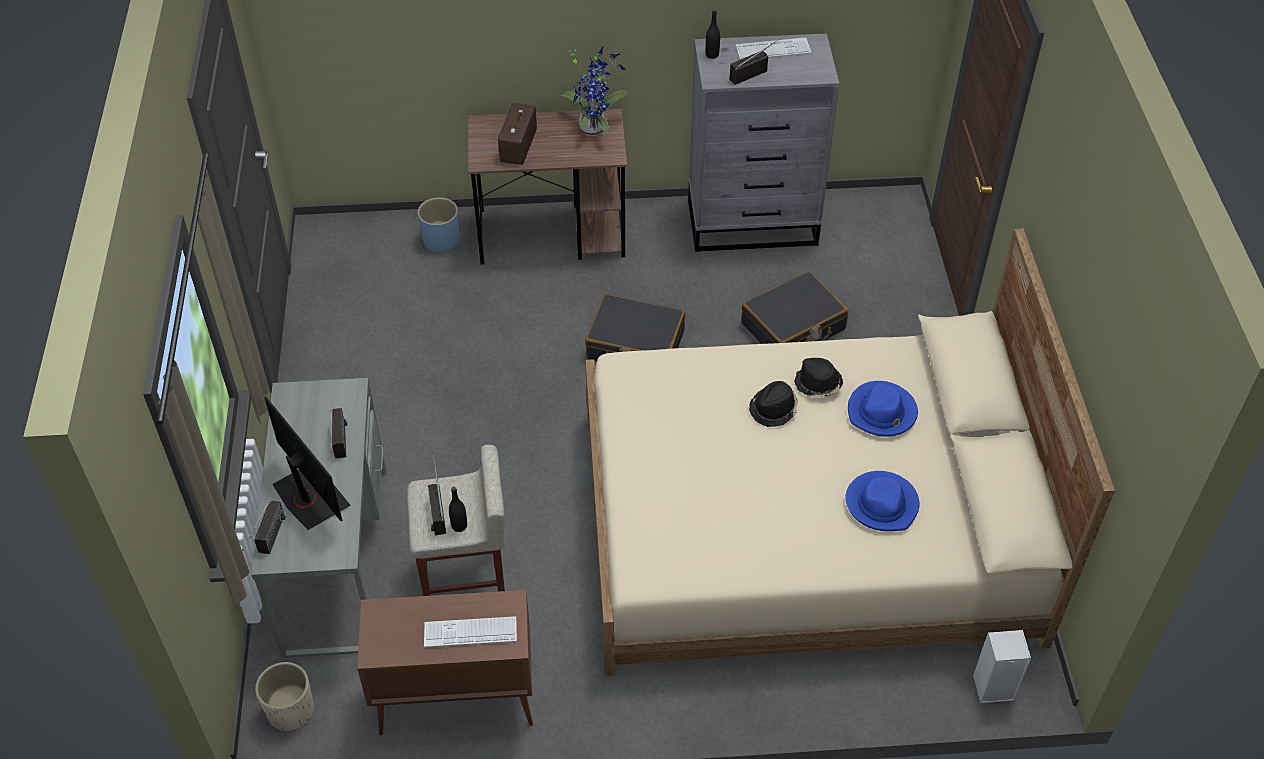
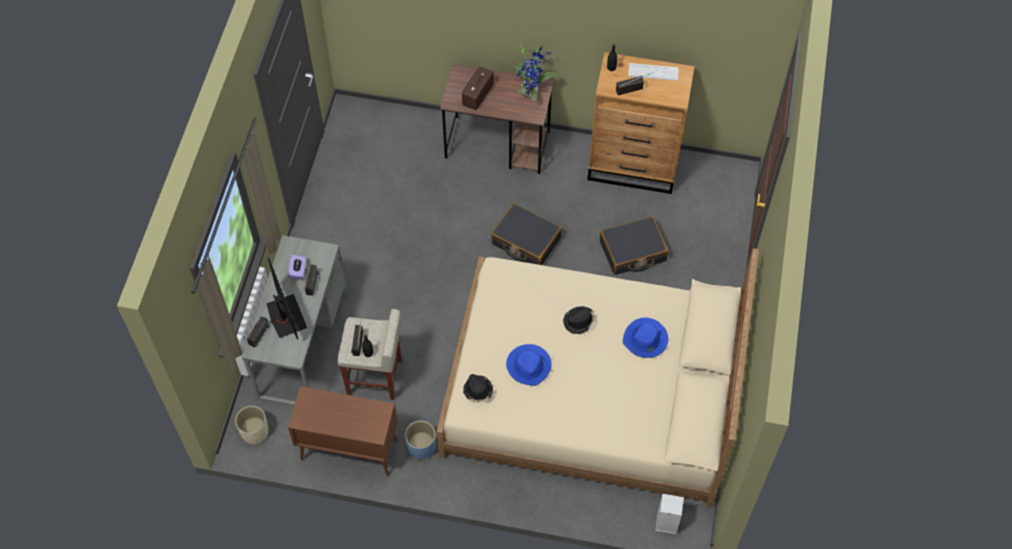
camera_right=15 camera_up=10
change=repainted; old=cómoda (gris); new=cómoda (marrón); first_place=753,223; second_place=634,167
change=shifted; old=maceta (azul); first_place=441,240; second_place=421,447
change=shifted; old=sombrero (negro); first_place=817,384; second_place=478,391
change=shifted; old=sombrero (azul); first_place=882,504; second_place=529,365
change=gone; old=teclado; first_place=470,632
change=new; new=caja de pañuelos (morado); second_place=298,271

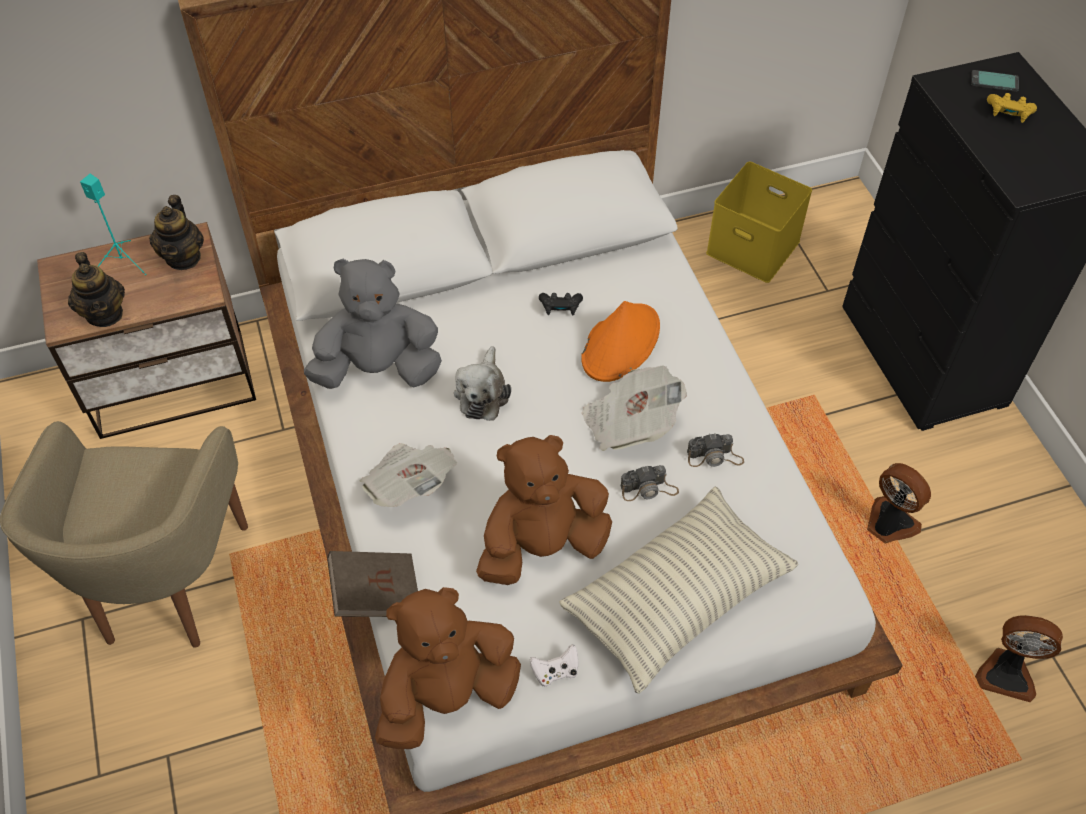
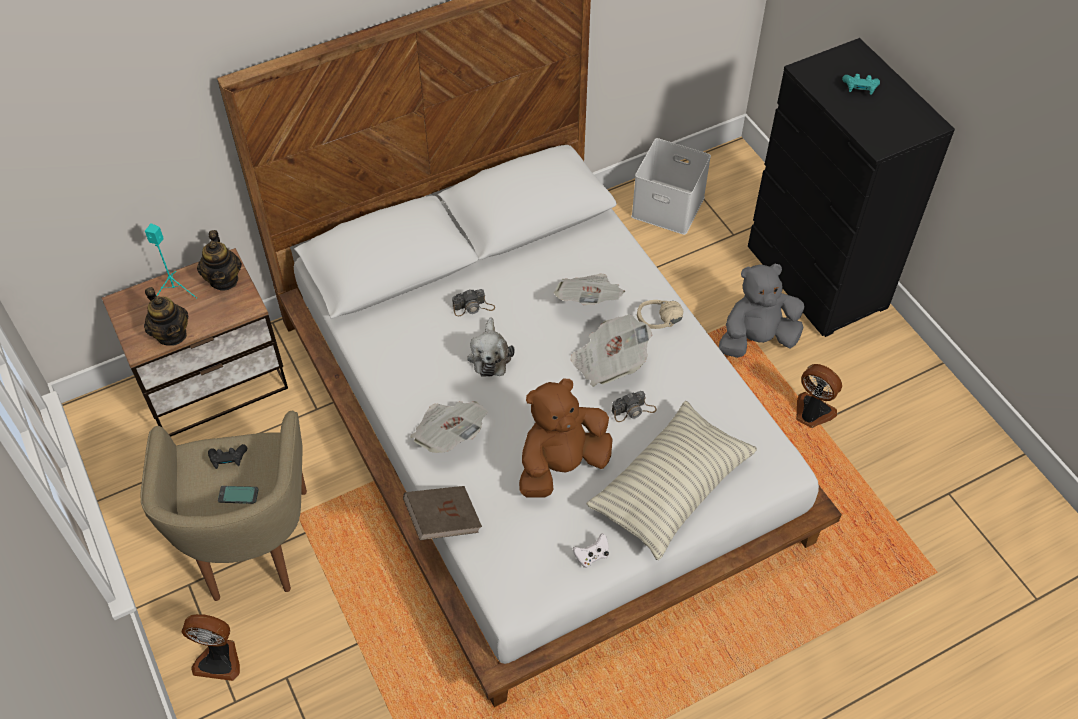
camera_right=-10 camera_up=0
change=shifted; old=móvil; first_place=994,82; second_place=238,495
change=repainted; old=mando de consola (amarillo); new=mando de consola (turquesa); first_place=1008,114; second_place=860,88
change=repainted; old=caja de almacenaje (amarillo); new=caja de almacenaje (blanco); first_place=755,247; second_place=669,206
change=shifted; old=peluche (gris); first_place=378,369; second_place=756,339
change=shifted; old=mando de consola (negro); first_place=560,308; second_place=228,459
change=swapped; old=sombrero (naranja); new=periódico; first_place=621,343; second_place=589,301
change=shifted; old=cámara; first_place=714,457; second_place=473,307
change=gone; old=peluche (marrón); first_place=447,695
change=shifted; old=ventilador; first_place=1006,673; second_place=219,658
change=new; new=auriculares (beis); second_place=660,325

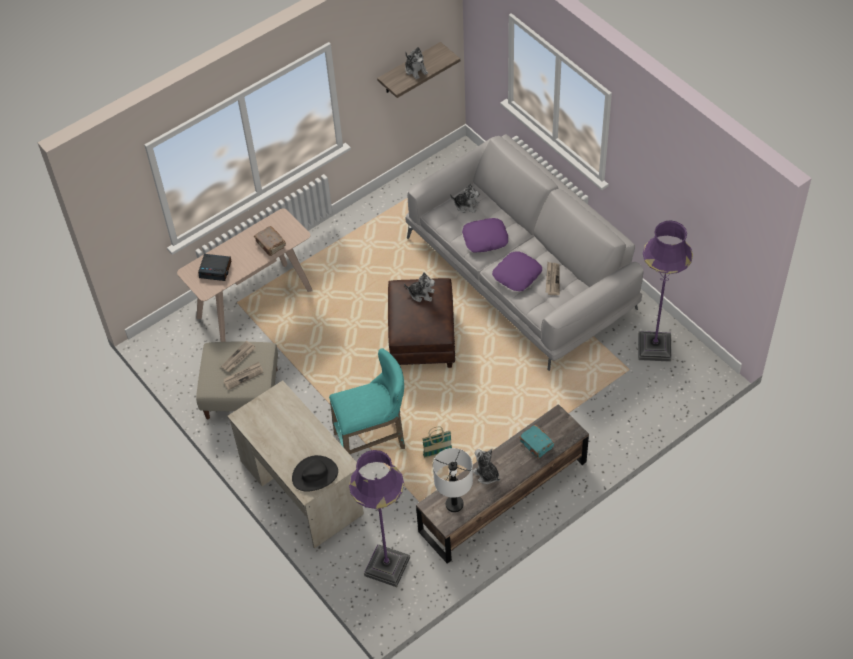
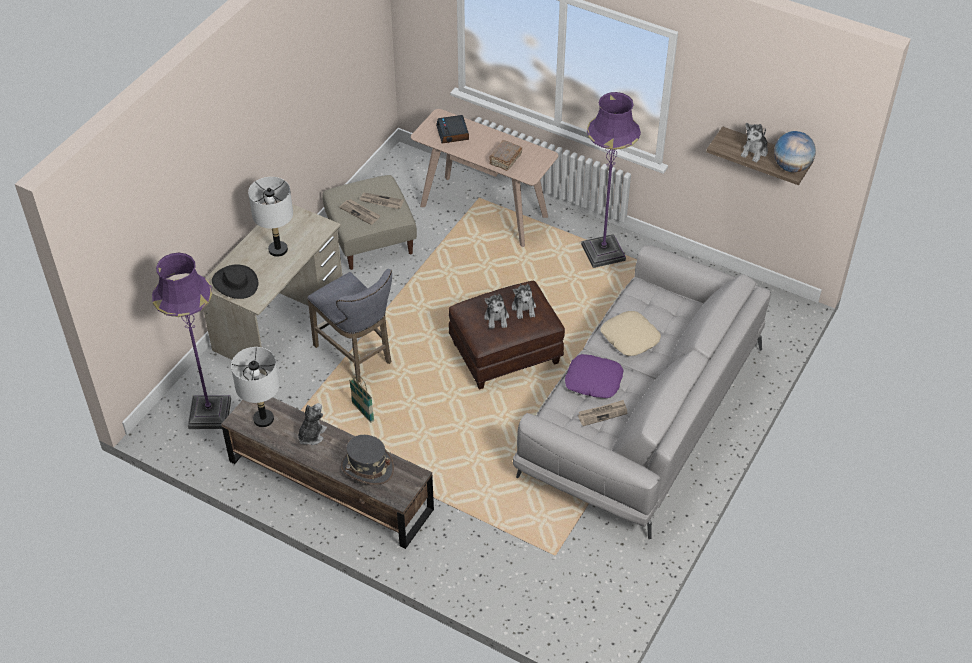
camera_right=65 camera_up=-5
change=shifted; old=peluche; first_place=466,205; second_place=497,318
change=repainted; old=cojín (morado); new=cojín (beis); first_place=485,239; second_place=629,338
change=shifted; old=lámpara de pie (morado); first_place=654,347; second_place=603,253
change=repainted; old=taburete (turquesa); new=taburete (gris); first_place=374,441; second_place=356,356
change=swapped; old=libro (turquesa); new=sombrero (gris); first_place=536,445; second_place=367,468
change=new; new=globo terráqueo; second_place=791,167
change=new; new=lámpara de mesa (blanco); second_place=278,250

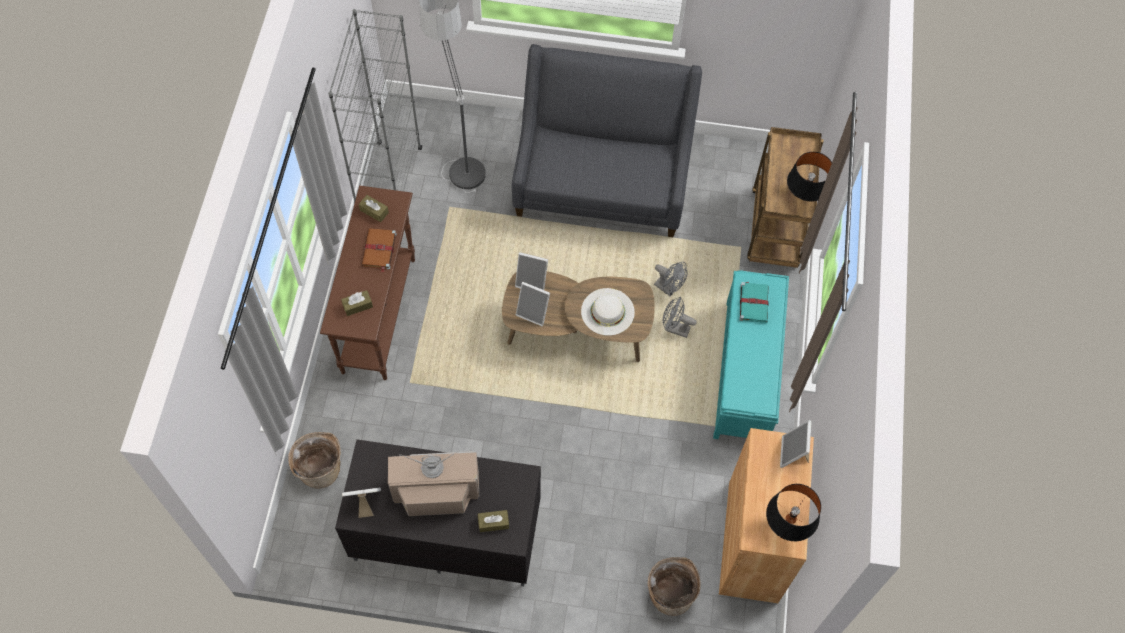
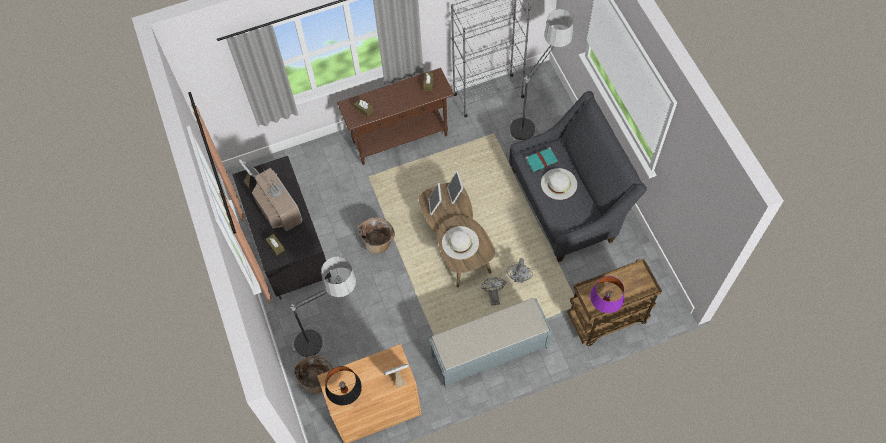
camera_right=65 camera_up=0
change=repainted; old=lámpara de mesa (negro); new=lámpara de mesa (morado); first_place=804,198; second_place=604,305
change=gone; old=libro (marrón); first_place=379,250
change=repainted; old=banco (turquesa); new=banco (gris); first_place=745,373; second_place=489,352
change=shifted; old=libro (turquesa); first_place=753,302; second_place=542,160
change=shifted; old=cesta; first_place=320,468; second_place=378,242
change=new; new=sombrero (blanco); second_place=559,184
change=new; new=lámpara de pie; second_place=330,336

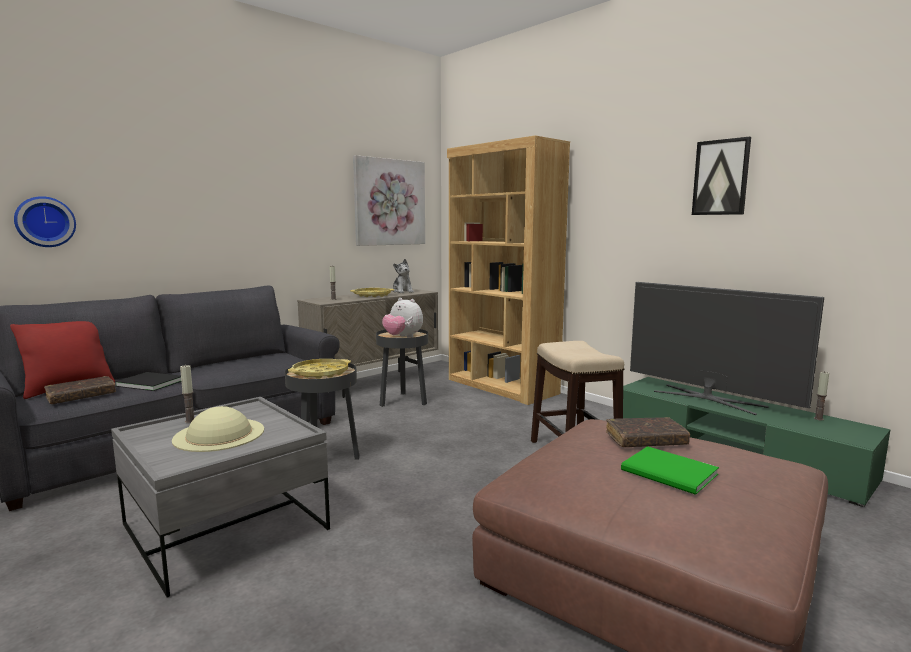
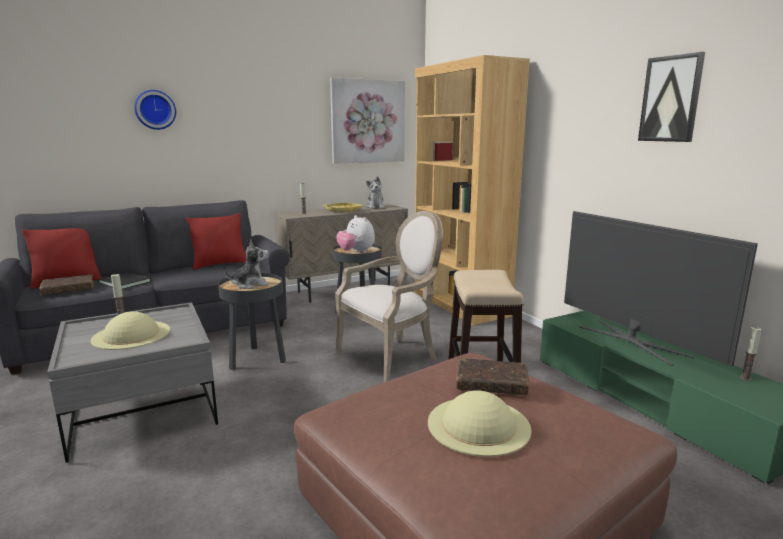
camera_right=15 camera_up=5
change=shifted; old=reloj de pared; first_place=45,222; second_place=155,110
change=swapped; old=bandeja (amarillo); new=peluche; first_place=320,373; second_place=250,285
change=swapped; old=libro (verde); new=sombrero (beis); first_place=670,473; second_place=478,425
change=new; new=sillón; second_place=392,357
change=new; new=cojín (rojo); second_place=220,264

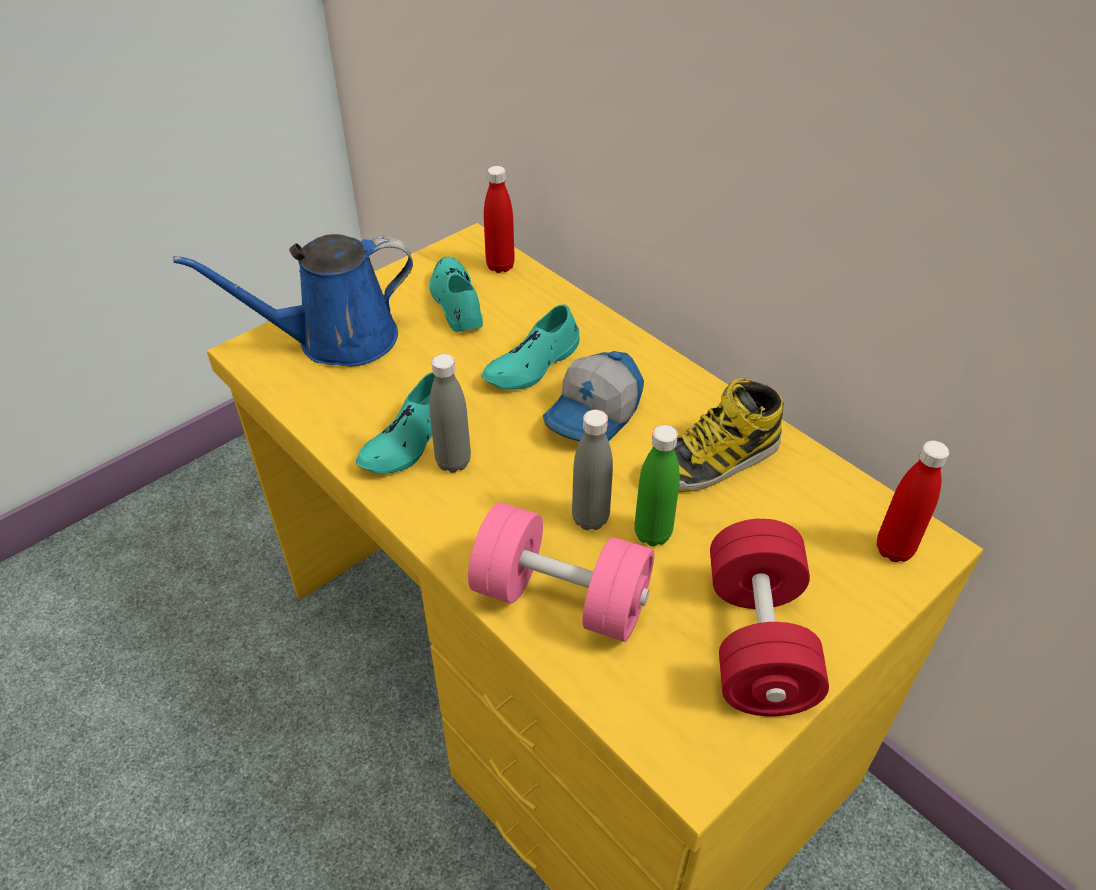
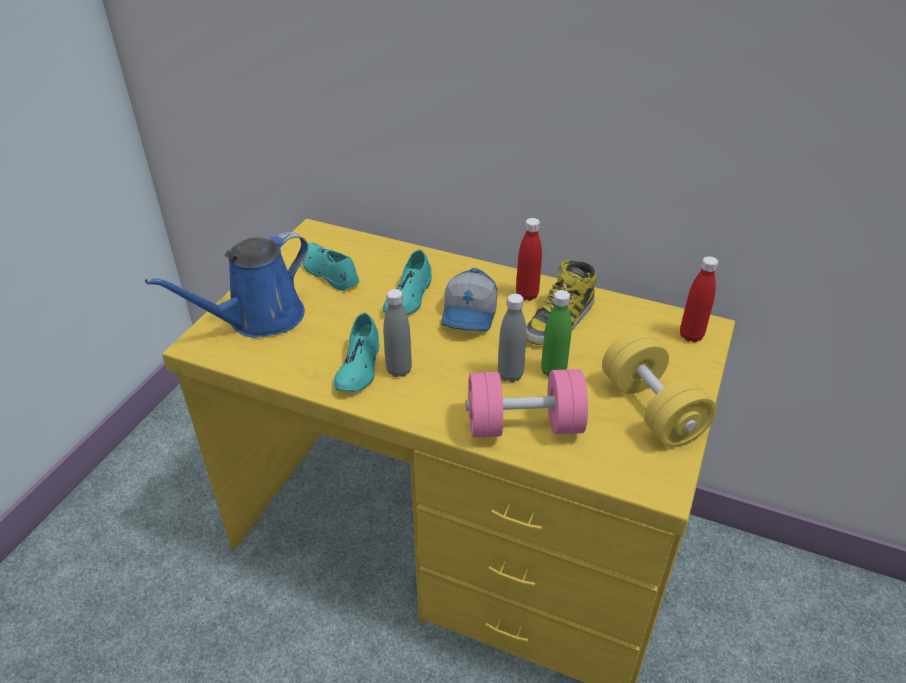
camera_right=-25 camera_up=-5
change=shifted; old=botella (rojo); first_place=500,266; second_place=527,295
change=repainted; old=mancuerna (rojo); new=mancuerna (amarillo); first_place=757,642; second_place=651,409

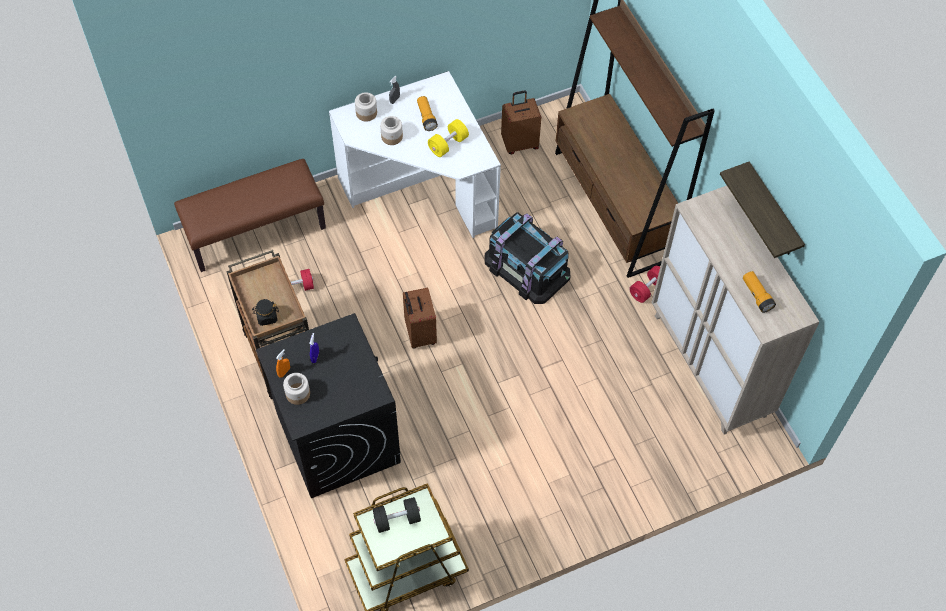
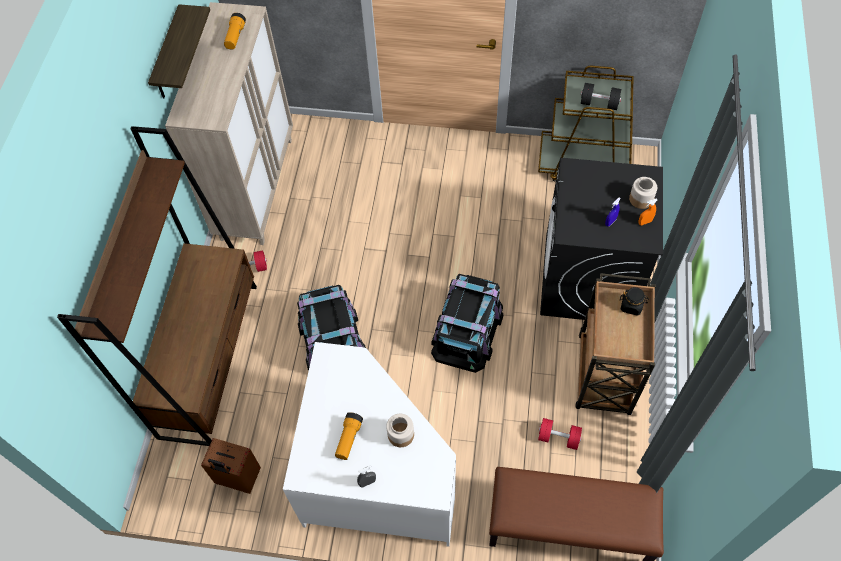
camera_right=-145 camera_up=0
change=gone; old=tarro; first_place=366,113
change=gone; old=mancuerna (amarillo); first_place=448,144
change=swapped; old=maleta (marrón); new=caja de almacenaje (negro); first_place=419,334; second_place=468,331

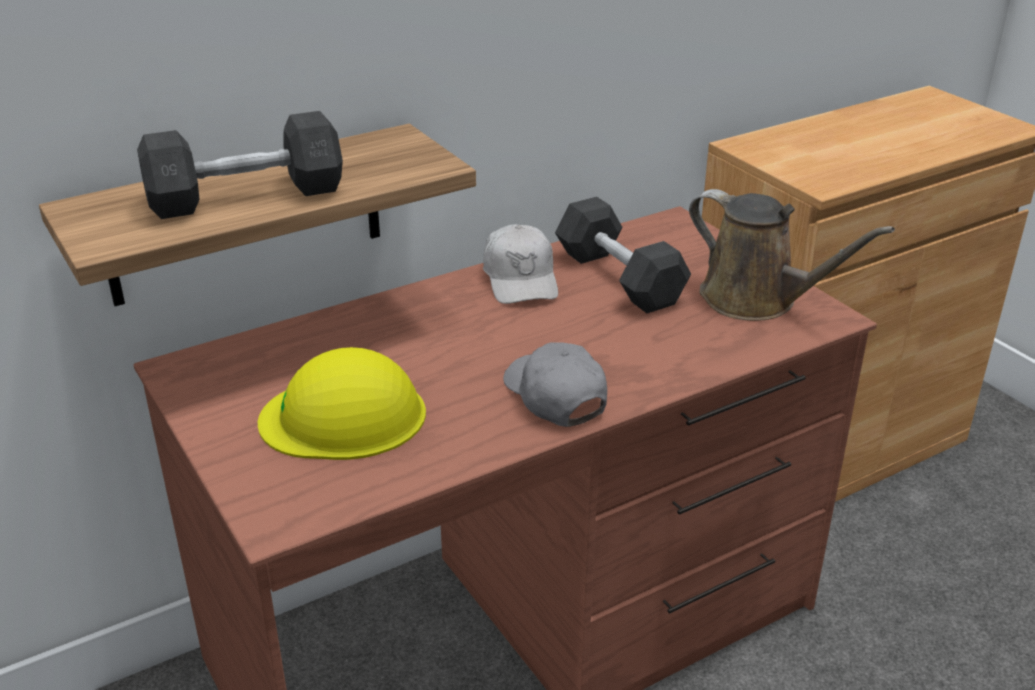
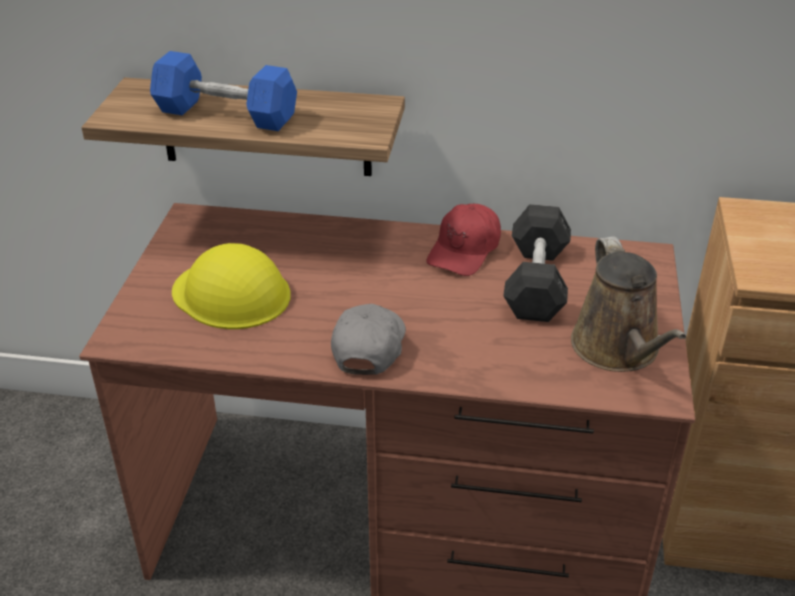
camera_right=40 camera_up=5
change=repainted; old=mancuerna (gris); new=mancuerna (azul); first_place=246,196; second_place=226,114
change=repainted; old=gorra (blanco); new=gorra (rojo); first_place=521,279; second_place=464,250

